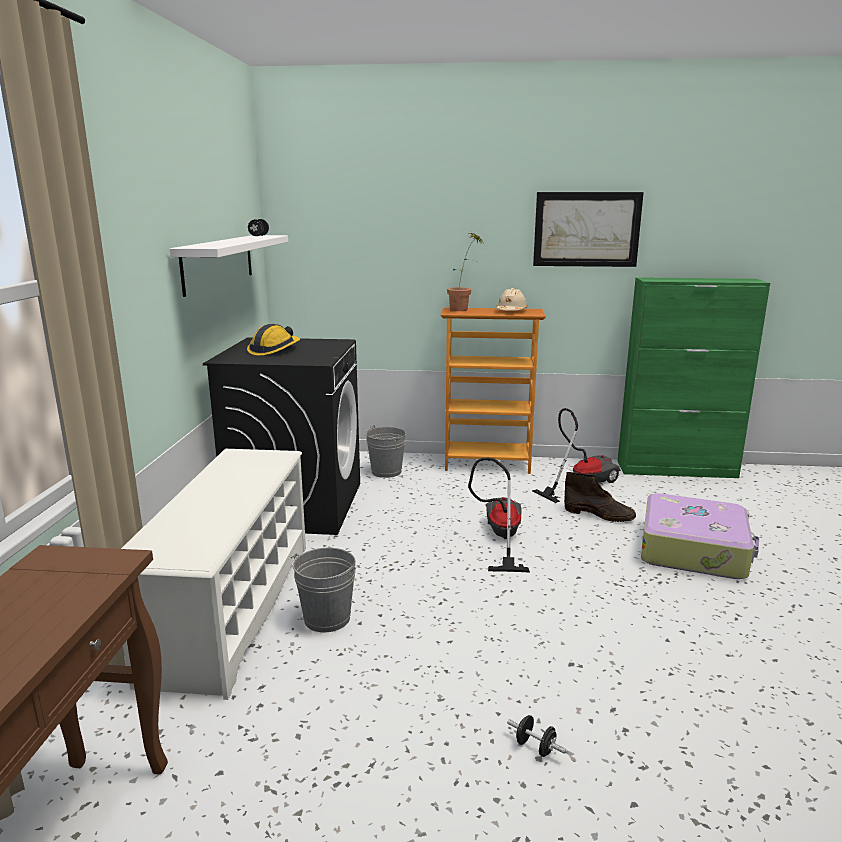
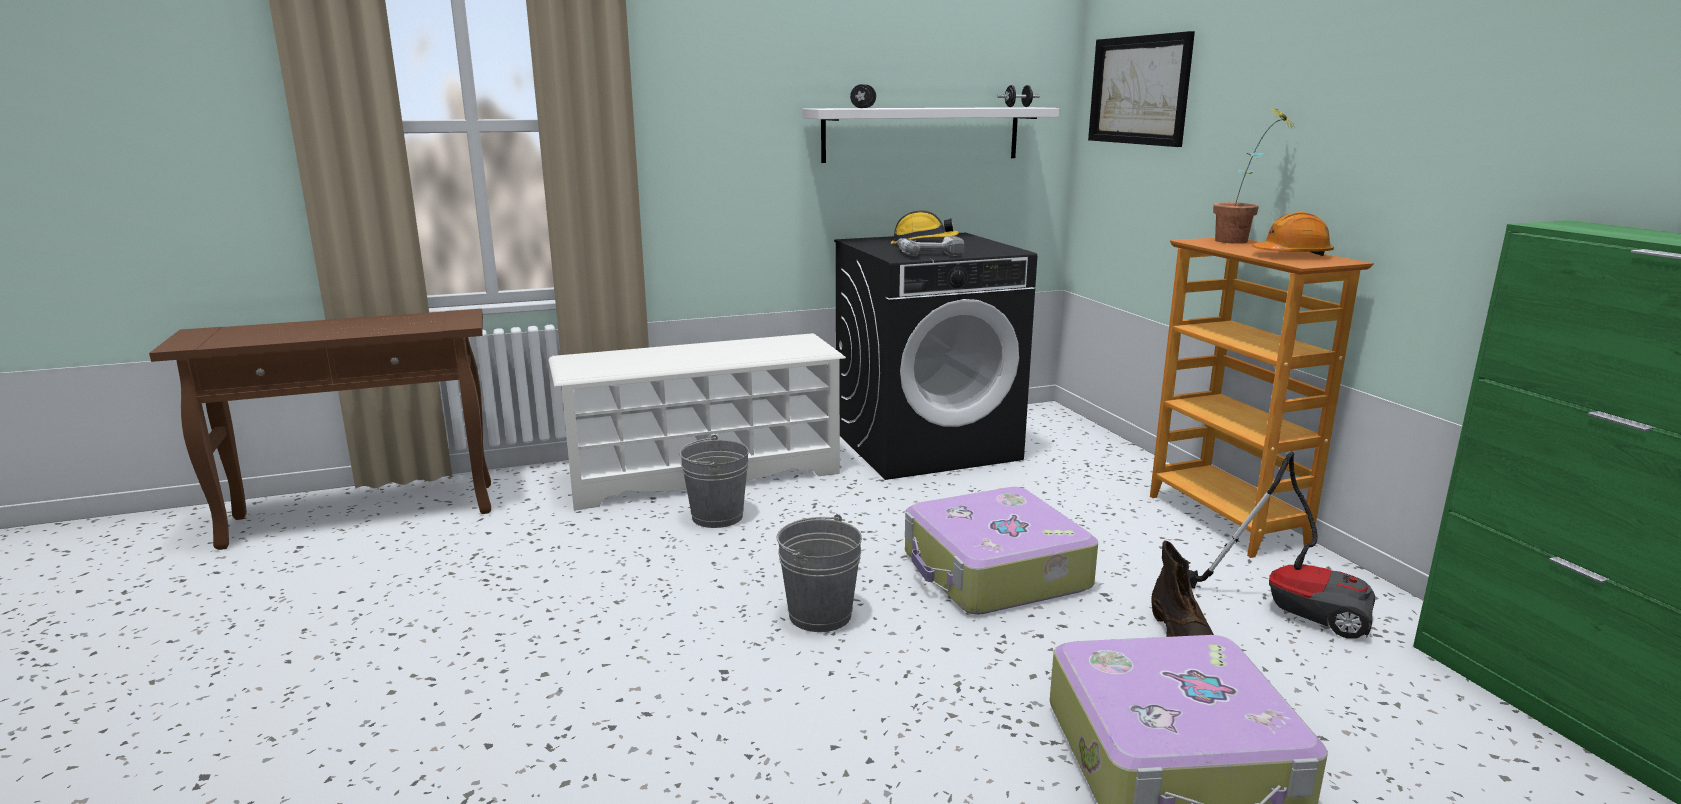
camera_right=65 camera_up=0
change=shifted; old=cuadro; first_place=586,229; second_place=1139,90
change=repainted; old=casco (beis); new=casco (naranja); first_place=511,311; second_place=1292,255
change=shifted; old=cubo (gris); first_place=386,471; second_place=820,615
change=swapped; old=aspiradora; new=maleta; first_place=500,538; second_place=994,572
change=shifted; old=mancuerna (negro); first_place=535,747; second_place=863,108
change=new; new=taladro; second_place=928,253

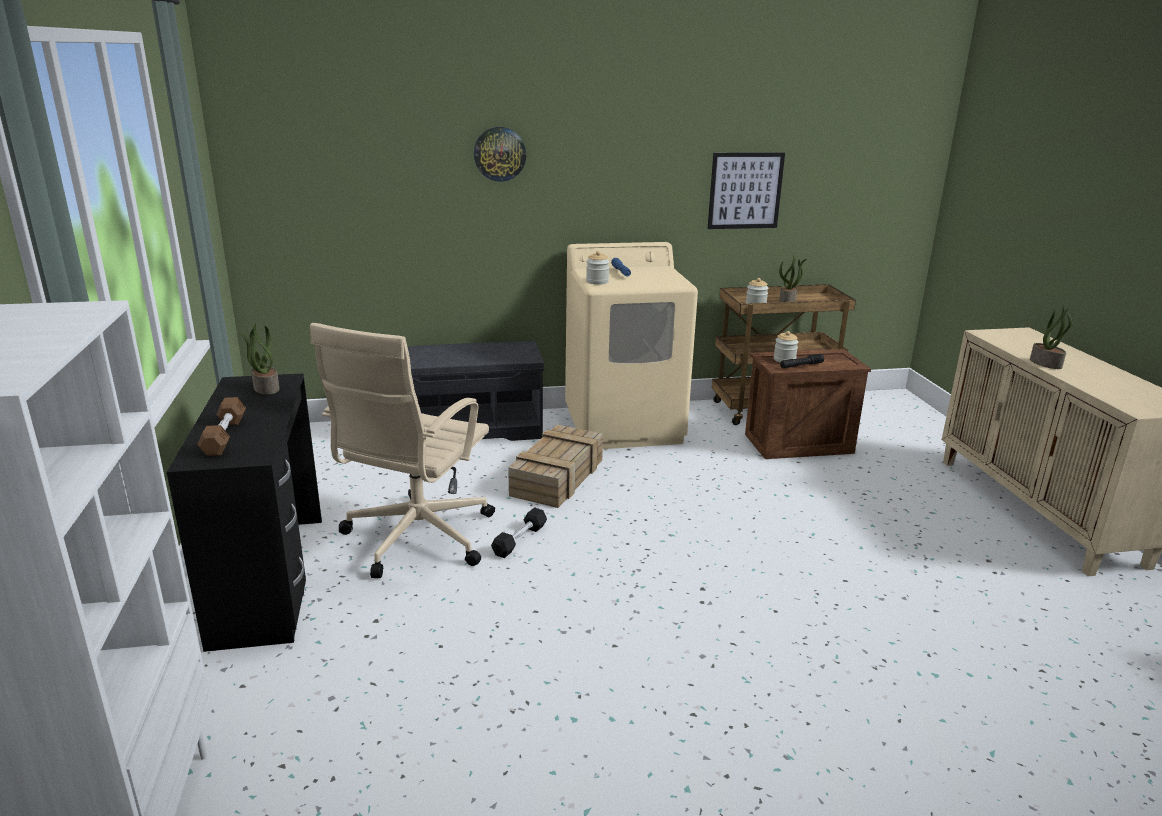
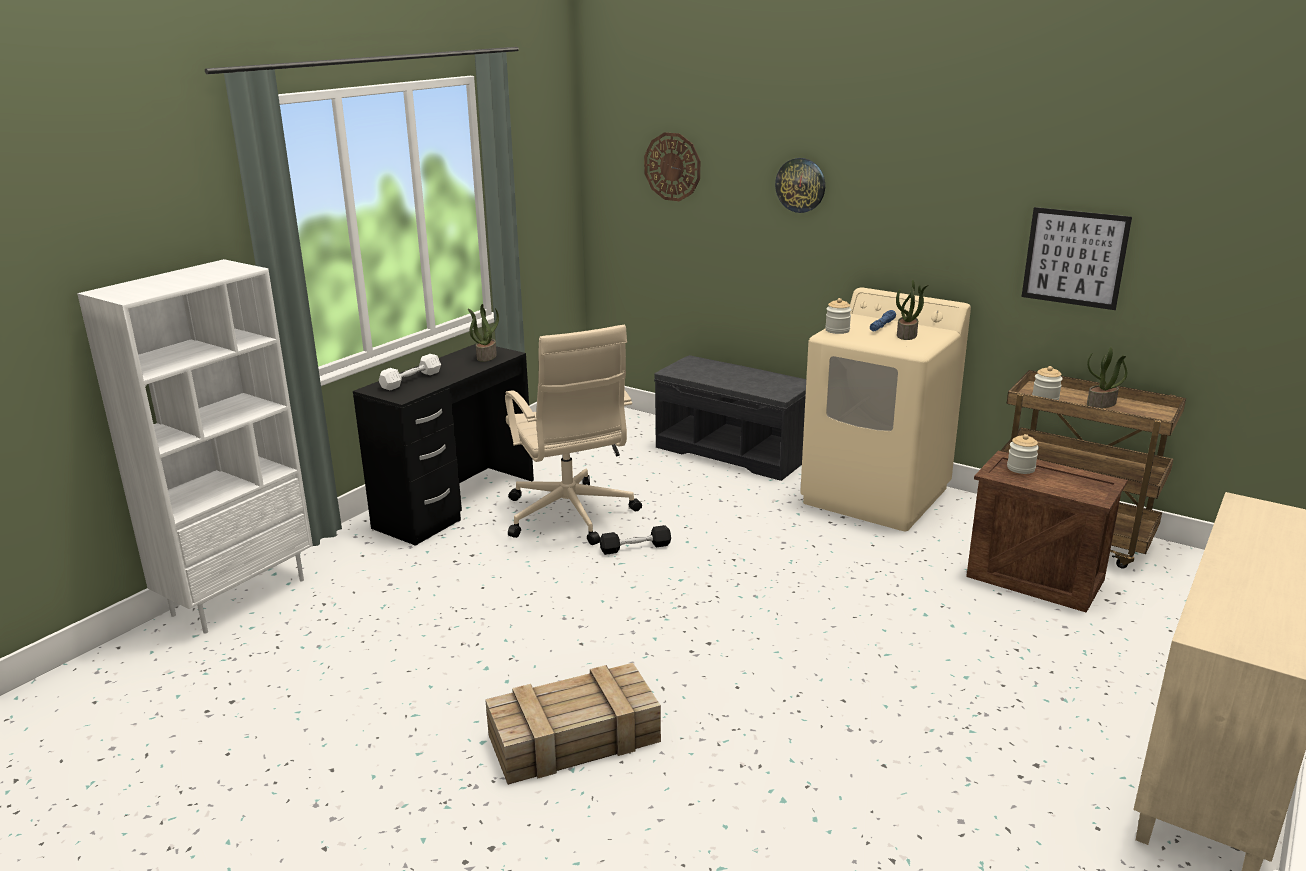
camera_right=45 camera_up=0
change=shifted; old=planta en maceta; first_place=1046,363; second_place=907,335
change=rotated; old=silla de oficina (beis); first_place=416,539; second_place=570,516; degrees=-90
change=gone; old=linterna (negro); first_place=801,365
change=repainted; old=mancuerna (marrón); new=mancuerna (blanco); first_place=224,436; second_place=411,380
change=shifted; old=caja de embalaje; first_place=557,478; second_place=572,740
change=new; new=reloj de pared; second_place=672,166

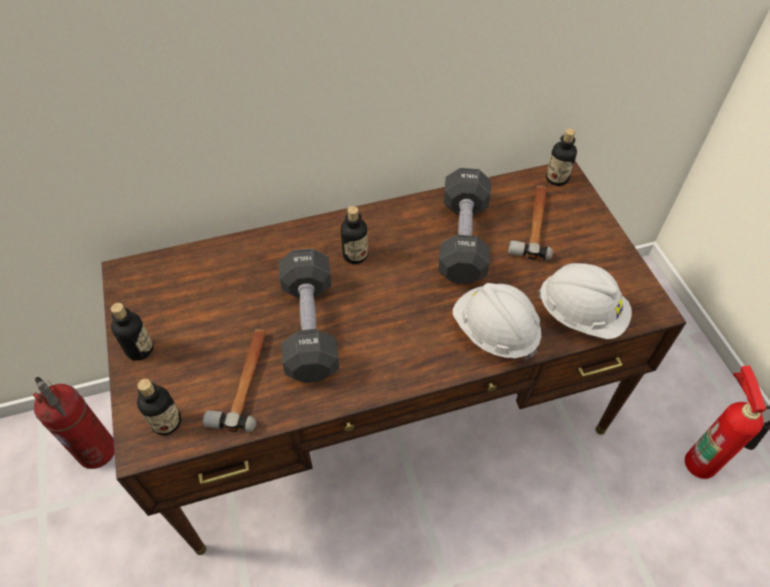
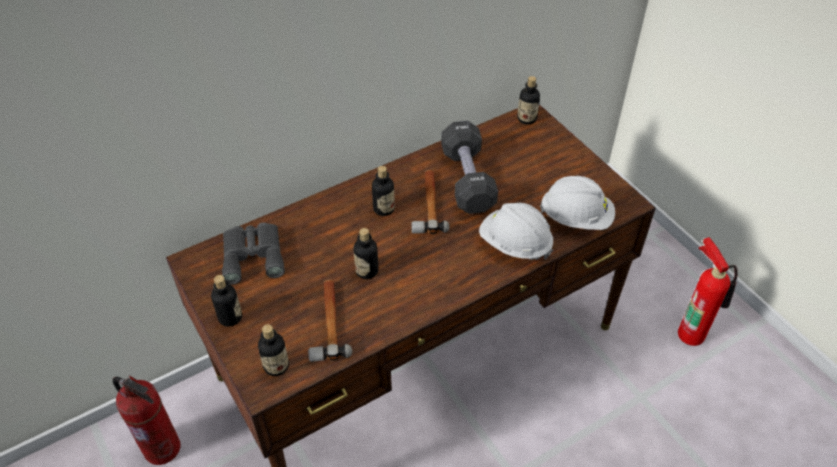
camera_right=-15 camera_up=-5
change=shifted; old=martillo; first_place=533,224; second_place=428,204
change=swapped; old=mancuerna (negro); new=botella; first_place=310,327; second_place=367,271
change=new; new=prismáticos (gris); second_place=253,255

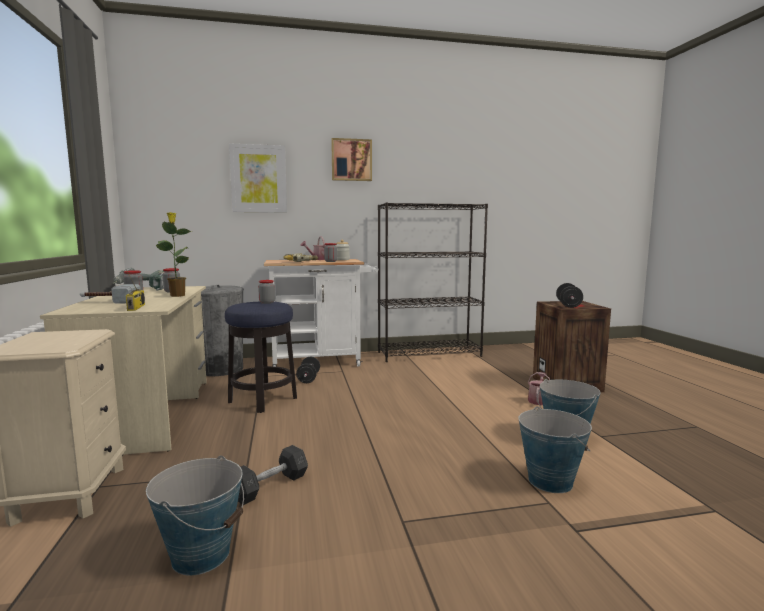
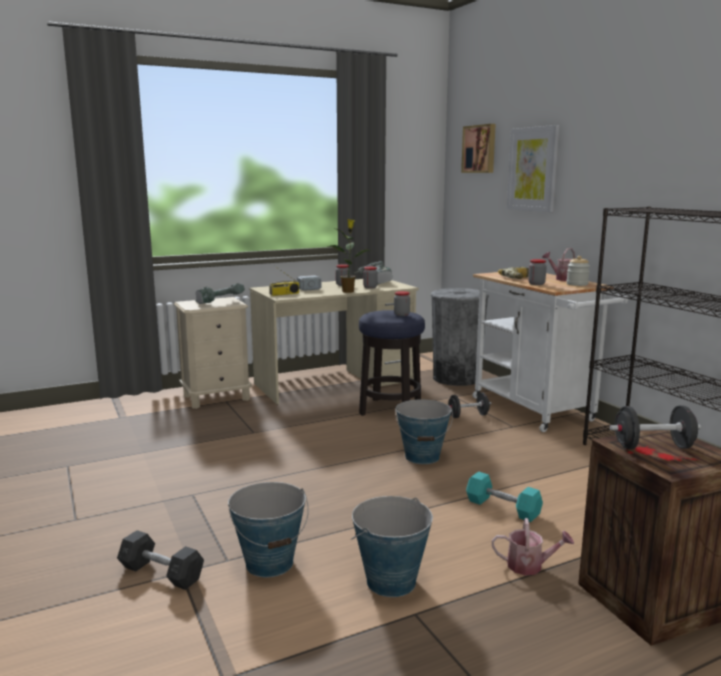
camera_right=75 camera_up=5
change=shifted; old=cuadro; first_place=351,160; second_place=480,149
change=shifted; old=mancuerna (gris); first_place=270,486; second_place=161,573
change=shifted; old=cubo; first_place=201,555; second_place=422,456
change=new; new=taladro; second_place=220,302
change=new; new=mancuerna (turquesa); second_place=502,508

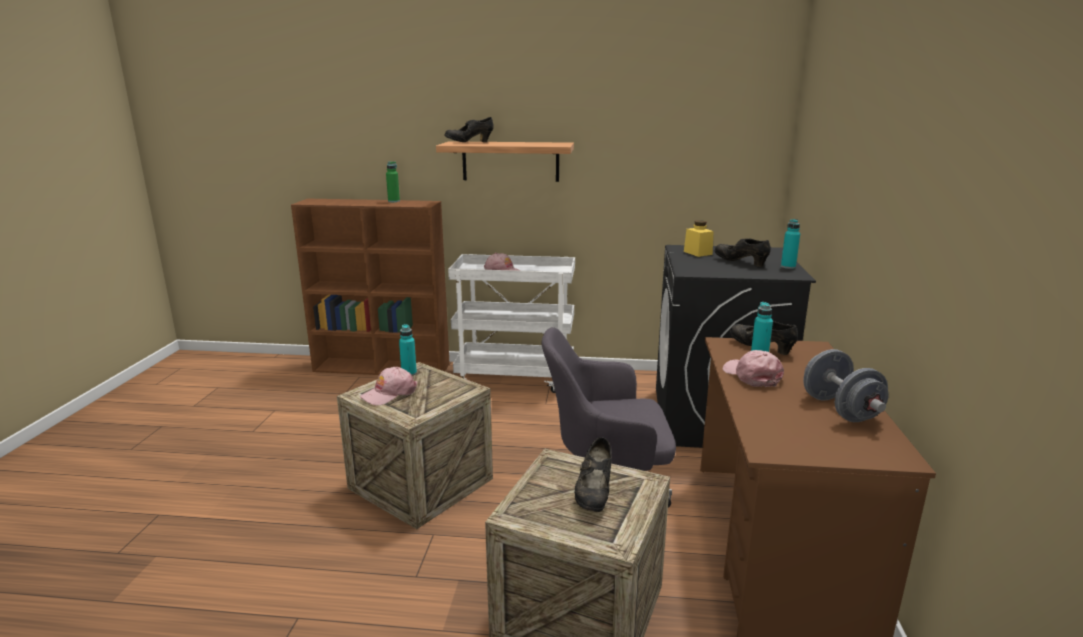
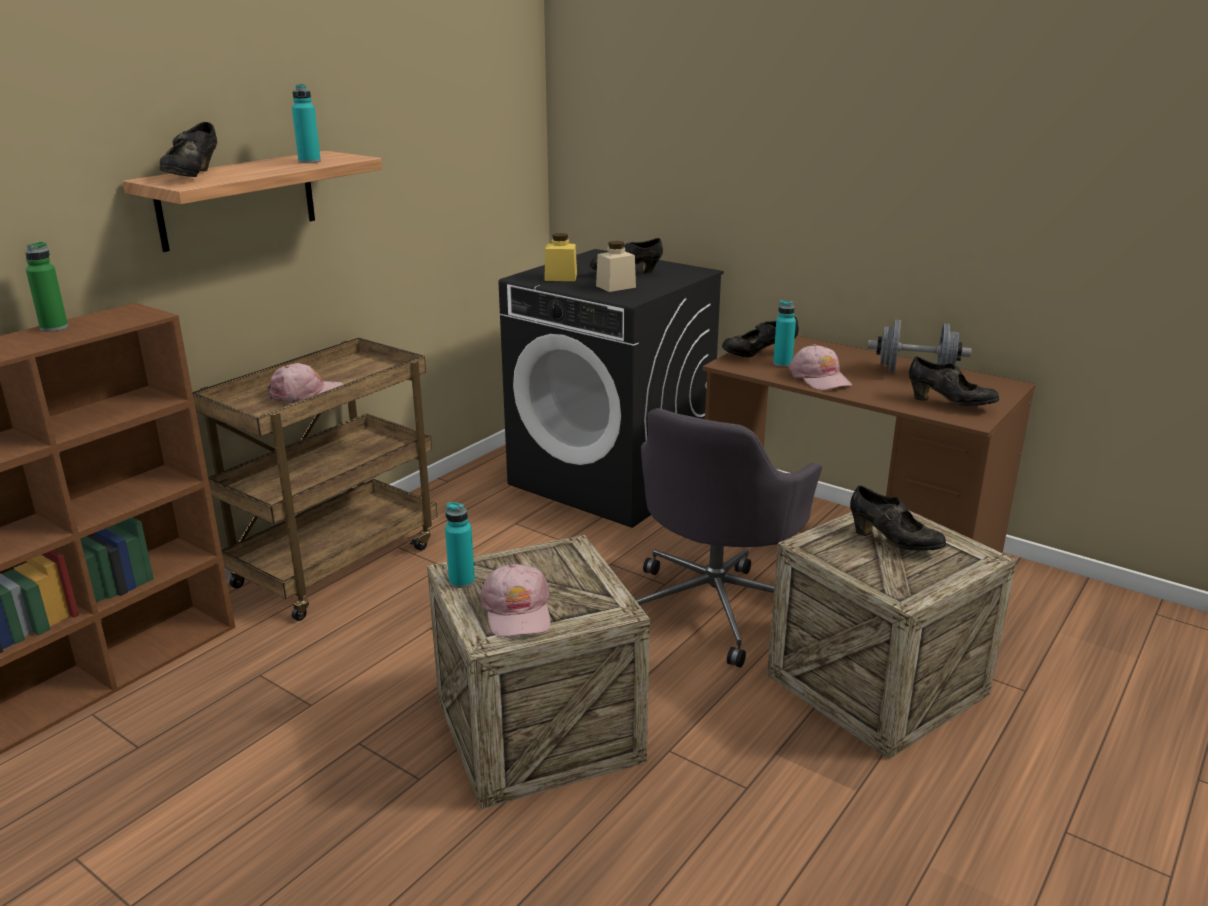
camera_right=-60 camera_up=5
change=shifted; old=botella (turquesa); first_place=788,267; second_place=309,161
change=repainted; old=carrito (blanco); new=carrito (marrón); first_place=516,378; second_place=337,563
change=rotated; old=gorra (rosa); first_place=752,376; second_place=820,378; degrees=-120
change=new; new=tarro (beis); second_place=616,286
change=new; new=zapato (negro); second_place=950,404

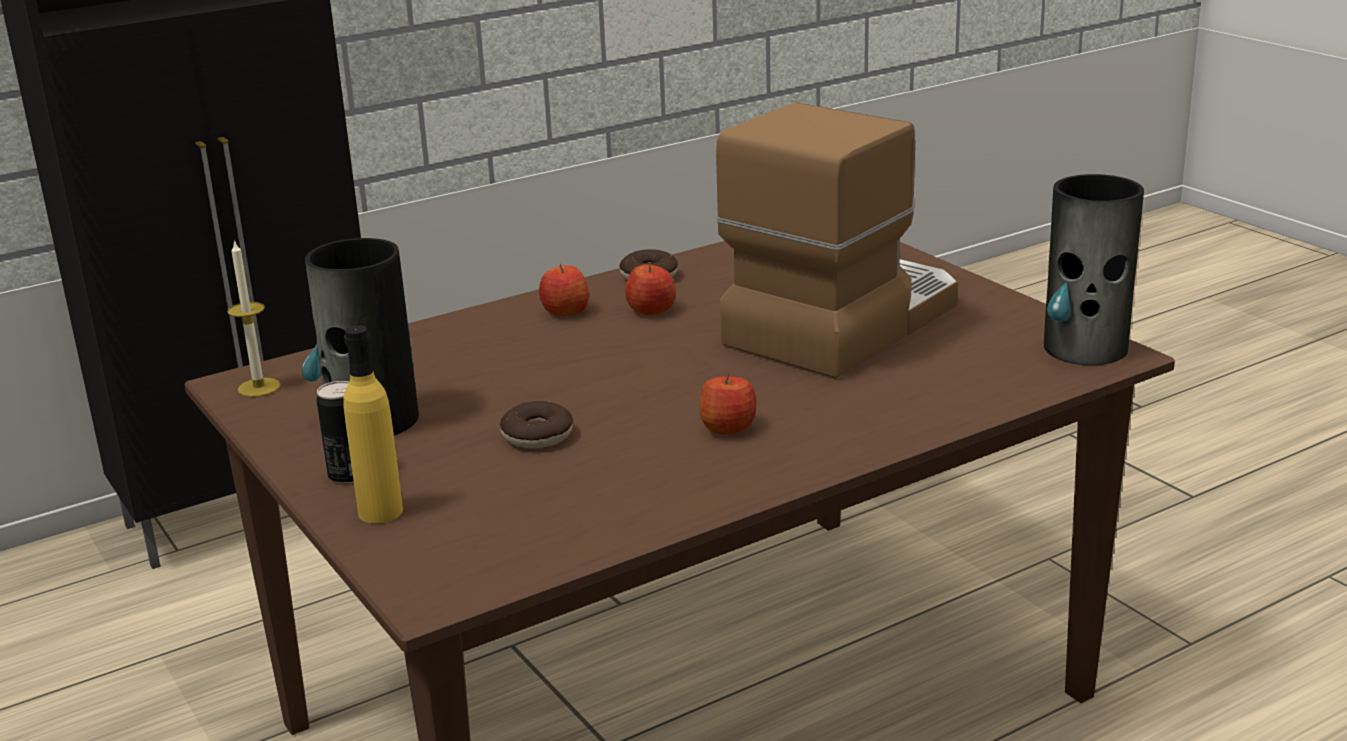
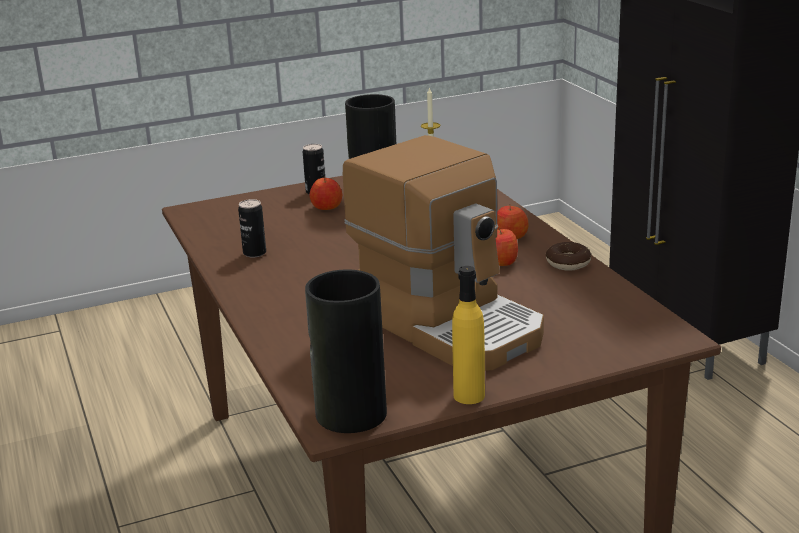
camera_right=100 camera_up=0
change=shifted; old=botella (amarillo); first_place=380,511; second_place=469,395
change=shifted; old=manzana; first_place=728,427; second_place=326,207
change=gone; old=rosquilla; first_place=537,436
change=new; new=lata; second_place=254,253

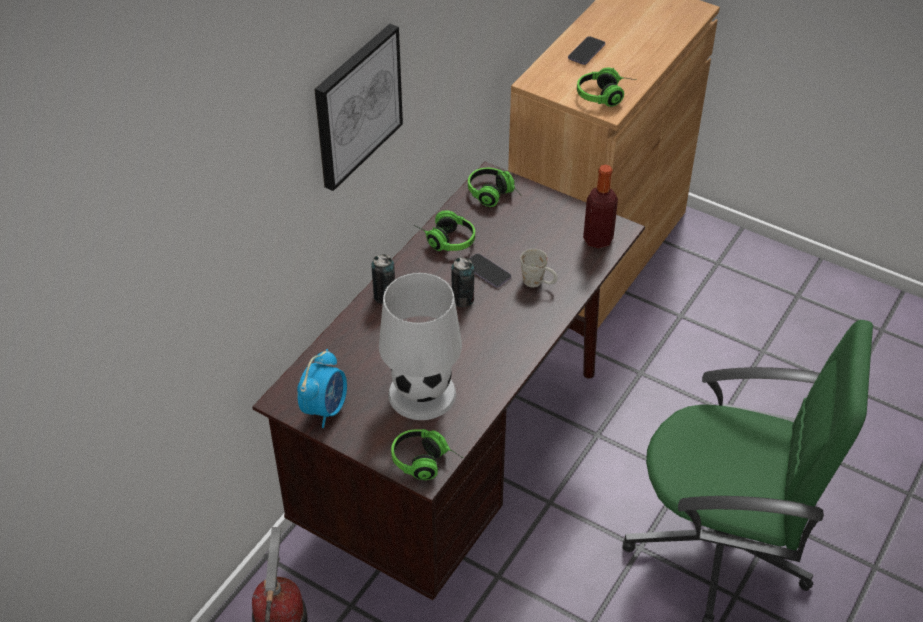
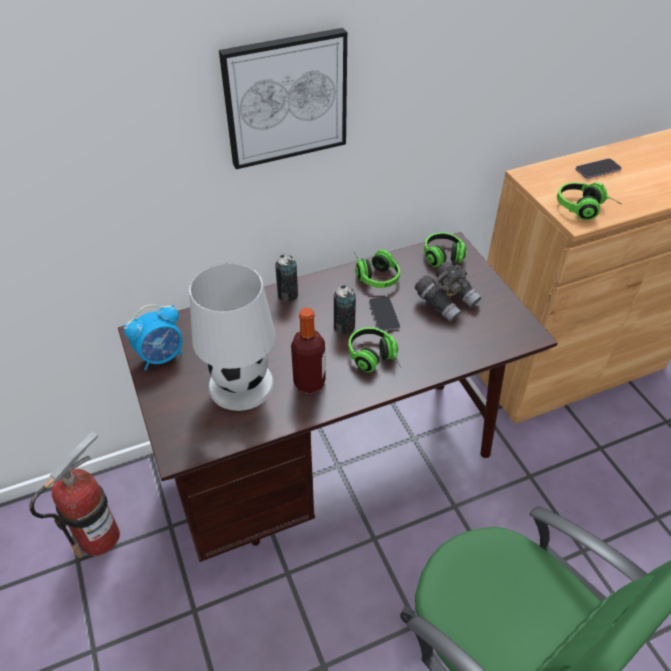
camera_right=35 camera_up=0
change=shifted; old=botella; first_place=598,239; second_place=309,382
change=gone; old=taza grande (blanco); first_place=538,283
change=shifted; old=auriculares; first_place=427,463; second_place=375,360
change=new; new=prismáticos (gris); second_place=446,301

